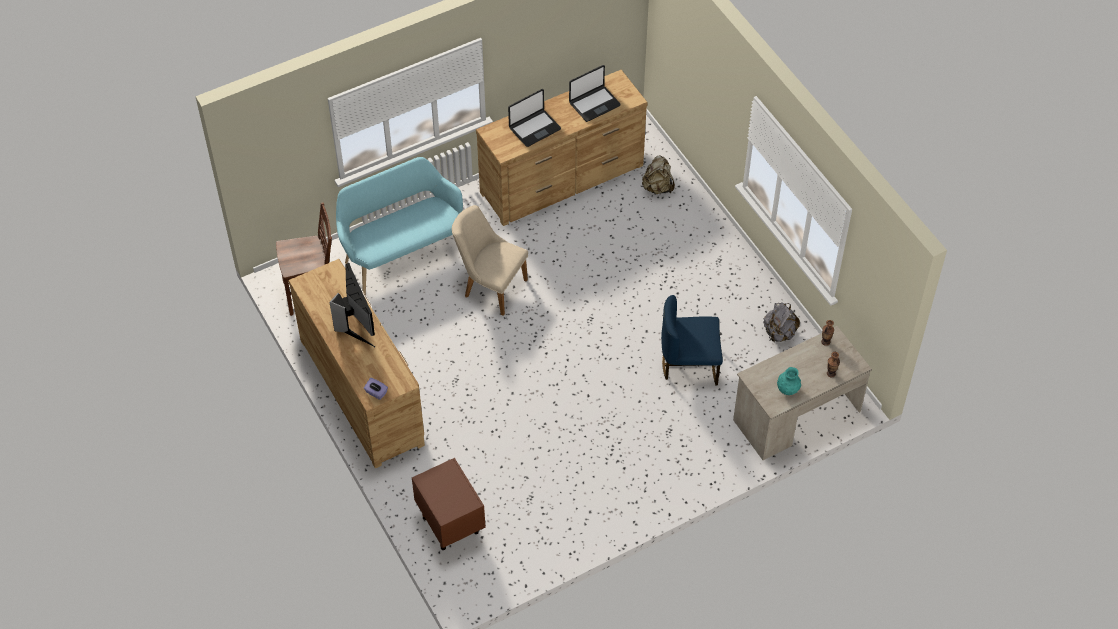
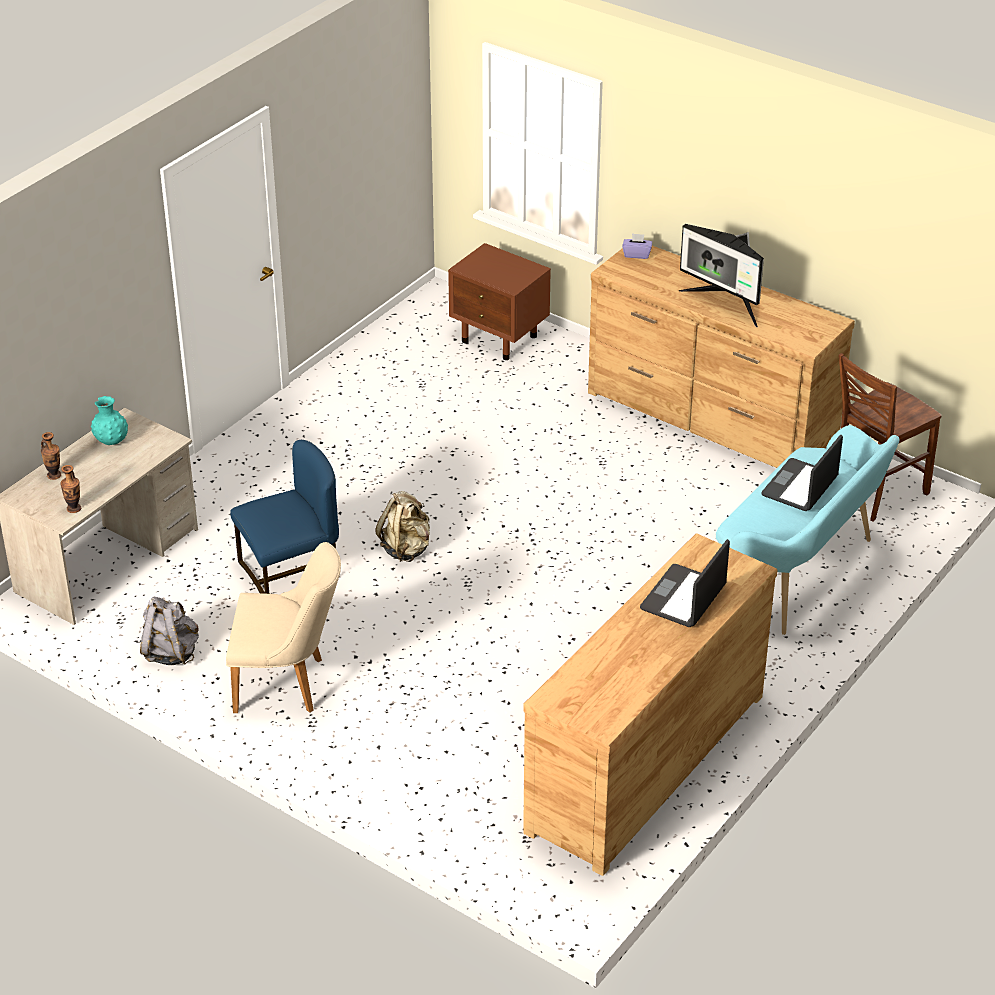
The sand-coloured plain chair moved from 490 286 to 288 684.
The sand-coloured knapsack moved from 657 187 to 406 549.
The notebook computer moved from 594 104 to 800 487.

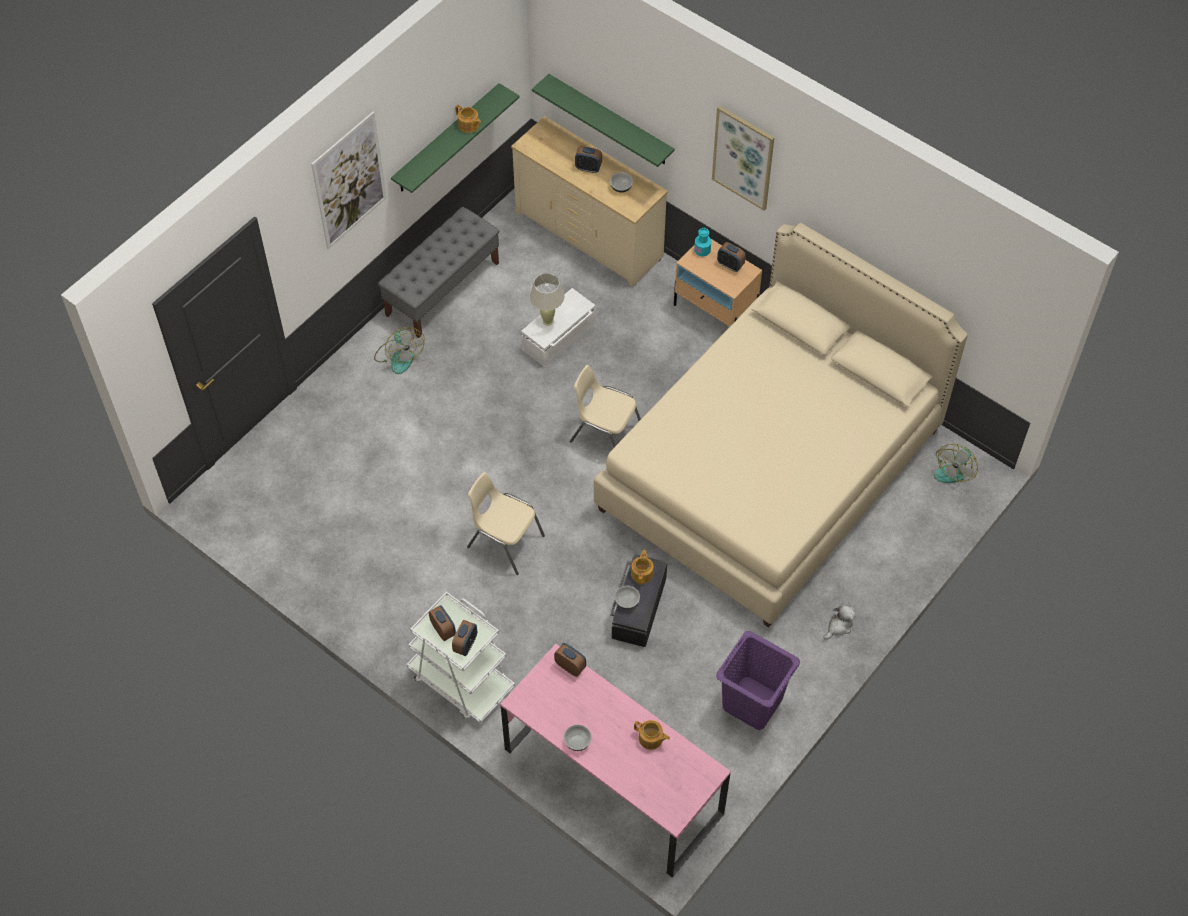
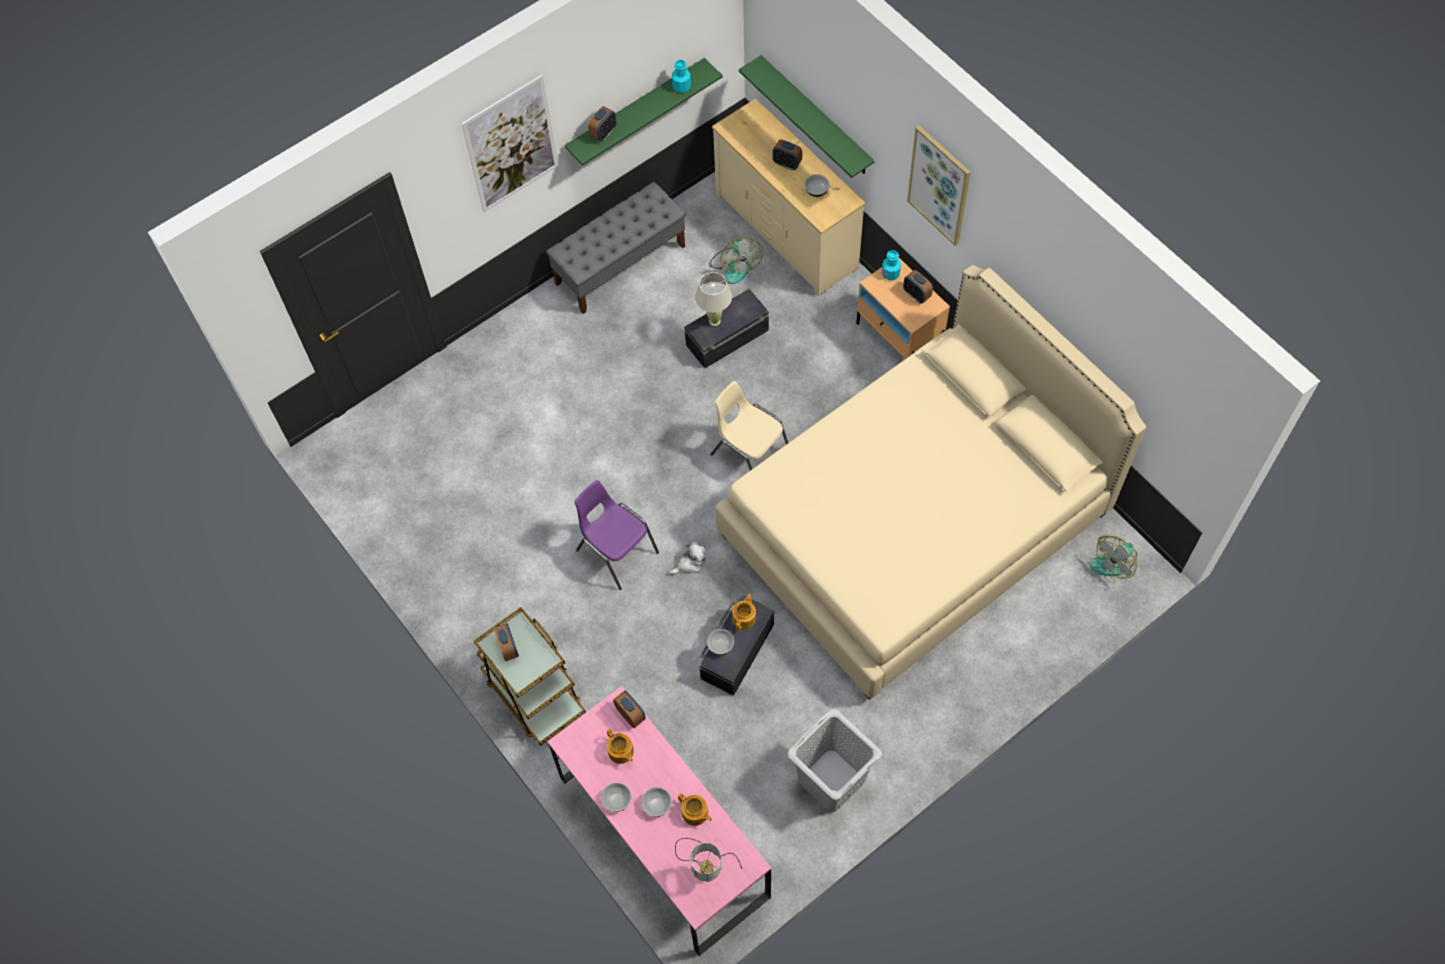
The white wheeled cart at 461 681 became the brown-coloured wheeled cart at 534 694.
The sand-coloured plain chair at 504 541 became the purple-coloured plain chair at 616 551.
The bedside clock moved from 465 645 to 603 133.
The tea pot moved from 468 125 to 620 752.
The deep dish at 657 805 appeared.
The cuddly toy moved from 839 626 to 690 563.
The blue-green drink bottle at 681 86 appeared.
The tabletop lamp at 706 866 appeared.
The white storage container at 559 337 became the black storage container at 728 338.
The electric fan moved from 399 356 to 735 265.
The purple-coloured laundry basket at 752 703 became the greyish laundry basket at 831 780.

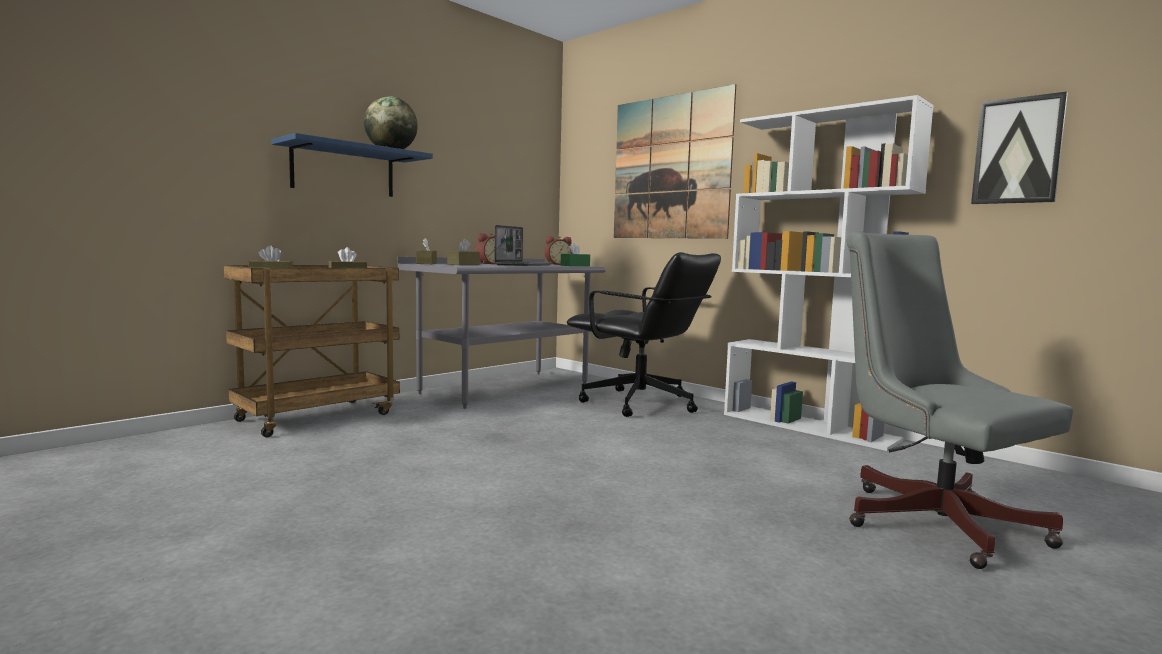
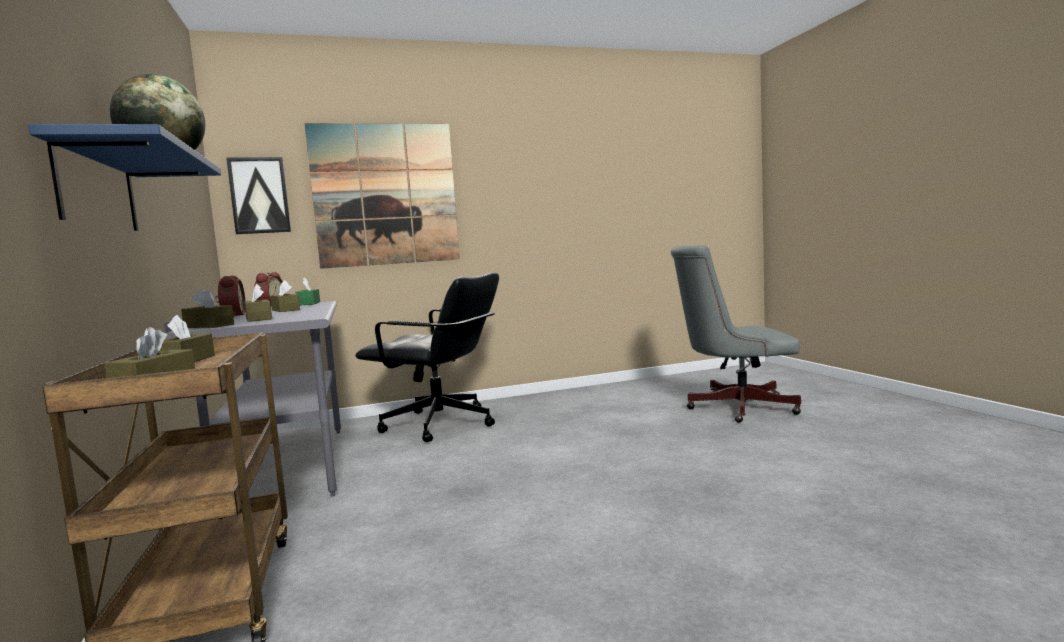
The wall picture moved from 1017 151 to 259 195.
The notebook computer at 524 265 was replaced by the brown-coloured tissue box at 285 310.
The black computer chair at 641 404 turned 45 degrees clockwise.
The white shelving unit at 809 427 disappeared.

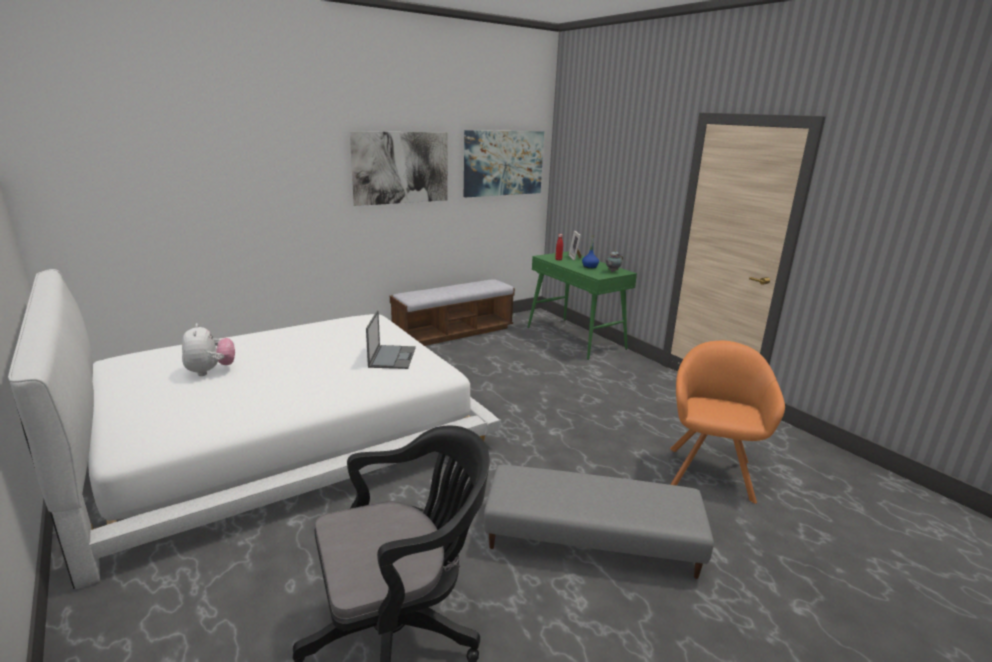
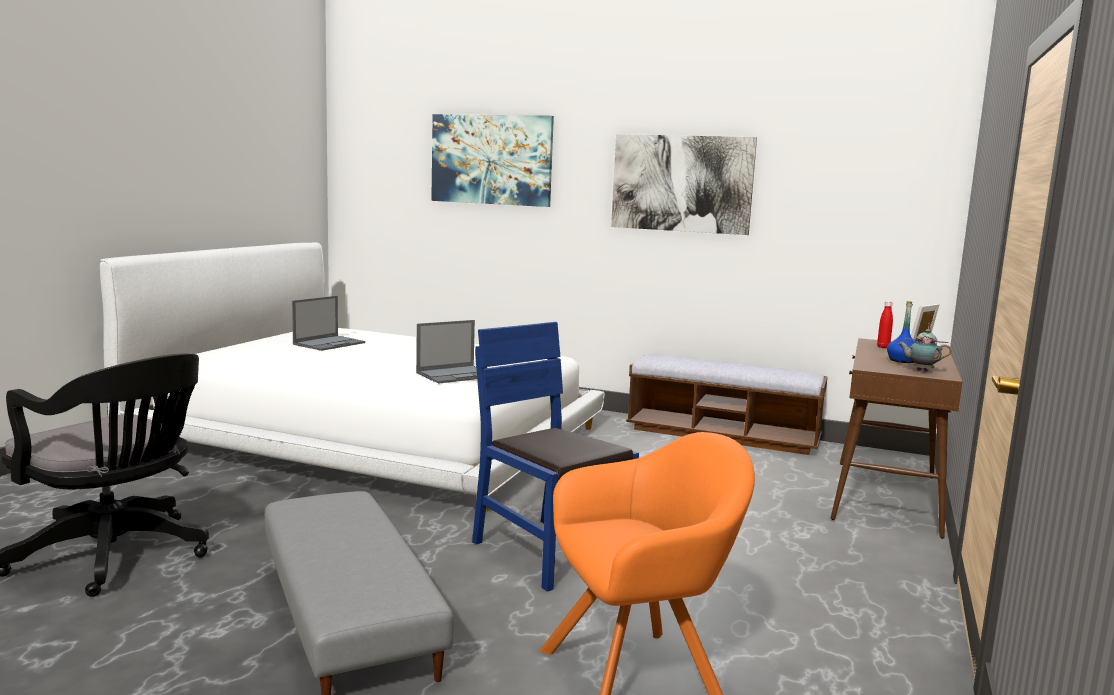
The cuddly toy at 210 371 was replaced by the notebook computer at 329 343.
The wall picture moved from 503 163 to 491 160.
The blue-coloured plain chair at 549 552 appeared.
The green-coloured narrow table at 576 338 became the brown-coloured narrow table at 886 497.

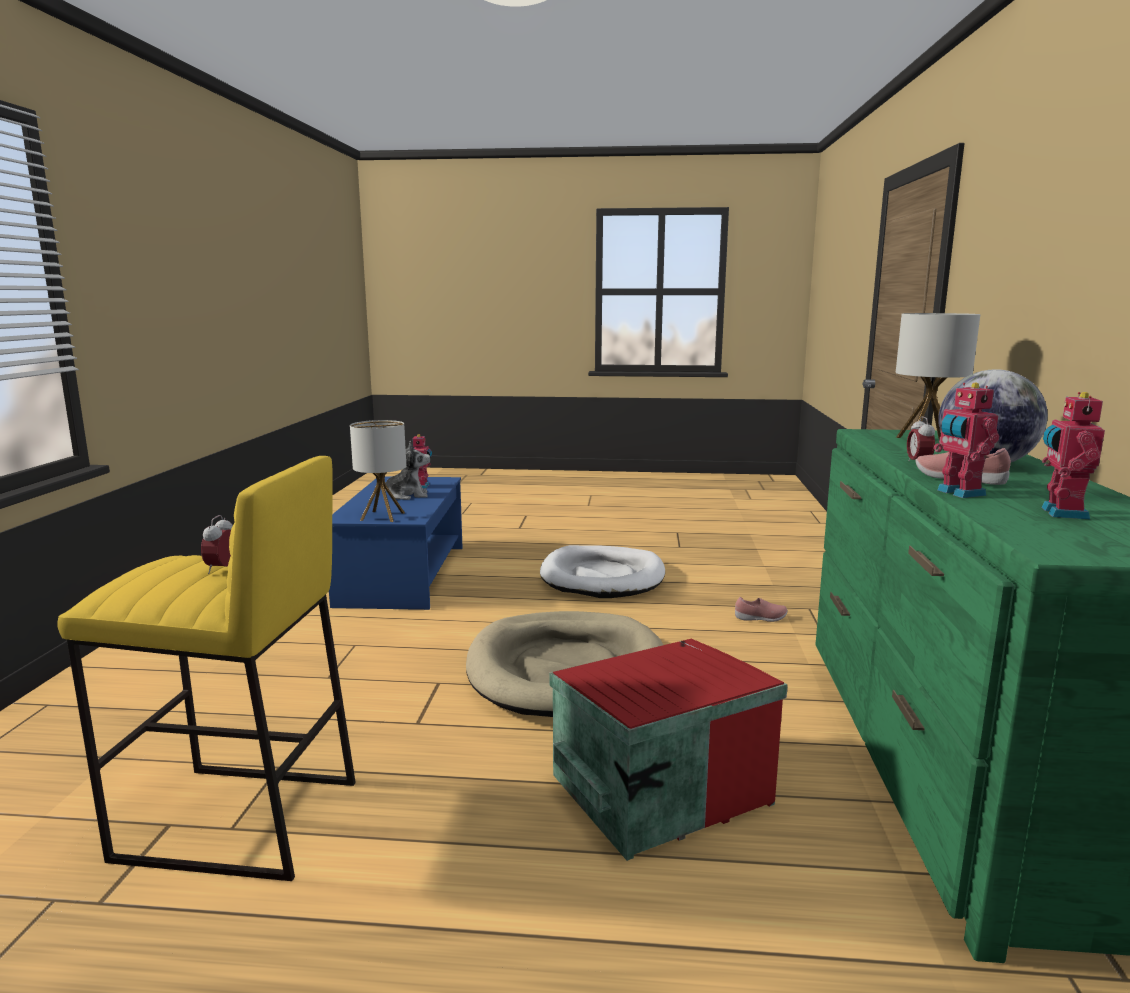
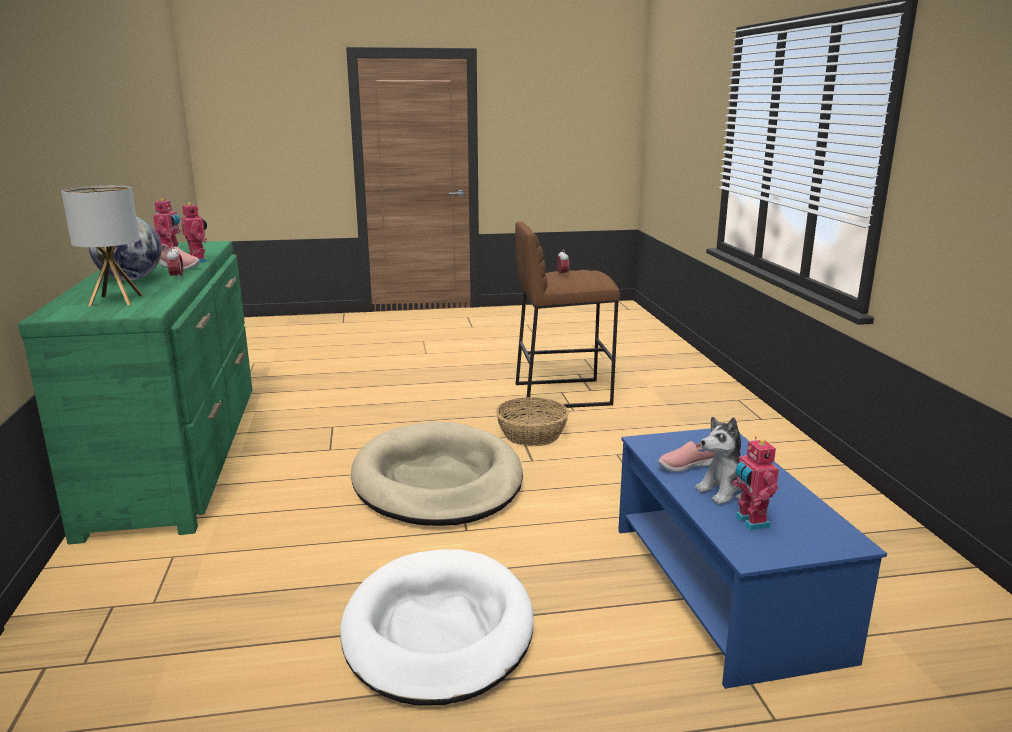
The basket at 532 435 appeared.
The yellowish stool seat at 237 821 became the brown-coloured stool seat at 562 394.
The pink-coloured low shoe moved from 760 618 to 687 467.
The tabletop lamp at 383 516 disappeared.
The red-coloured storage container at 657 788 disappeared.

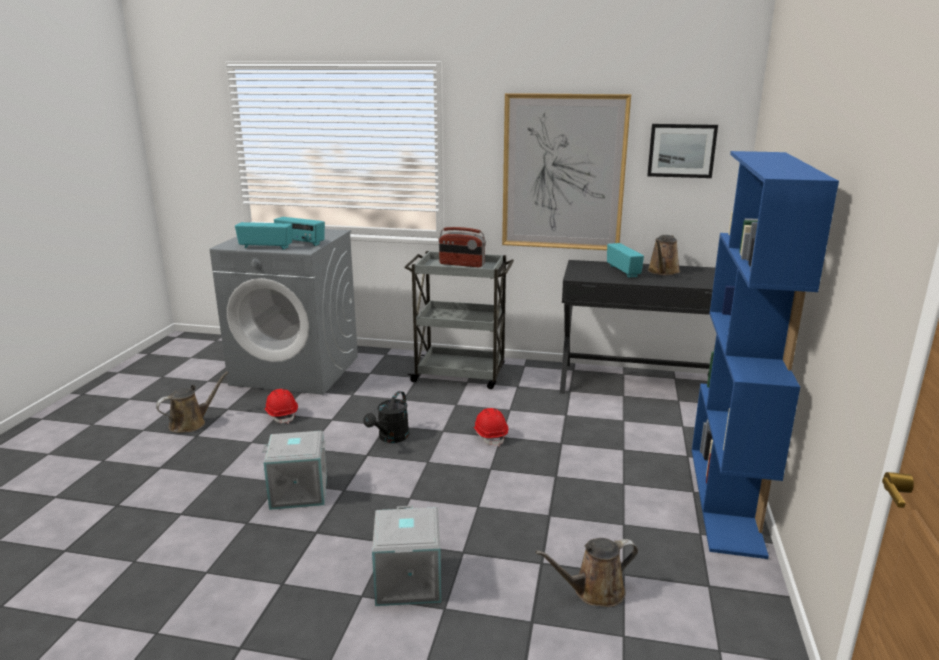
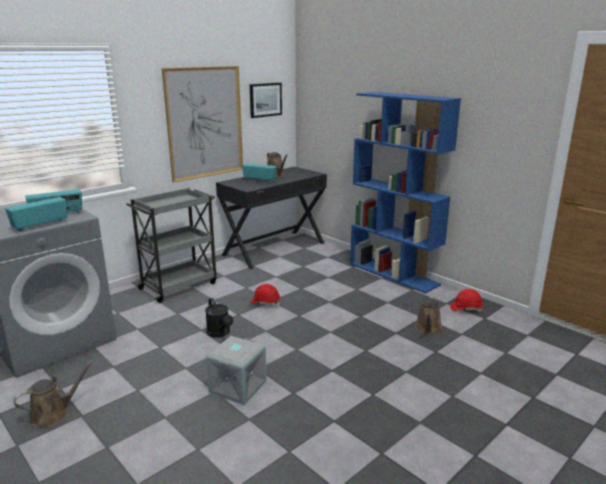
The brown-coloured sprinkling can at 191 423 turned 60 degrees clockwise.
The red-coloured safety helmet moved from 281 414 to 466 308.
The greyish storage container at 410 581 disappeared.
The radio set at 461 264 disappeared.

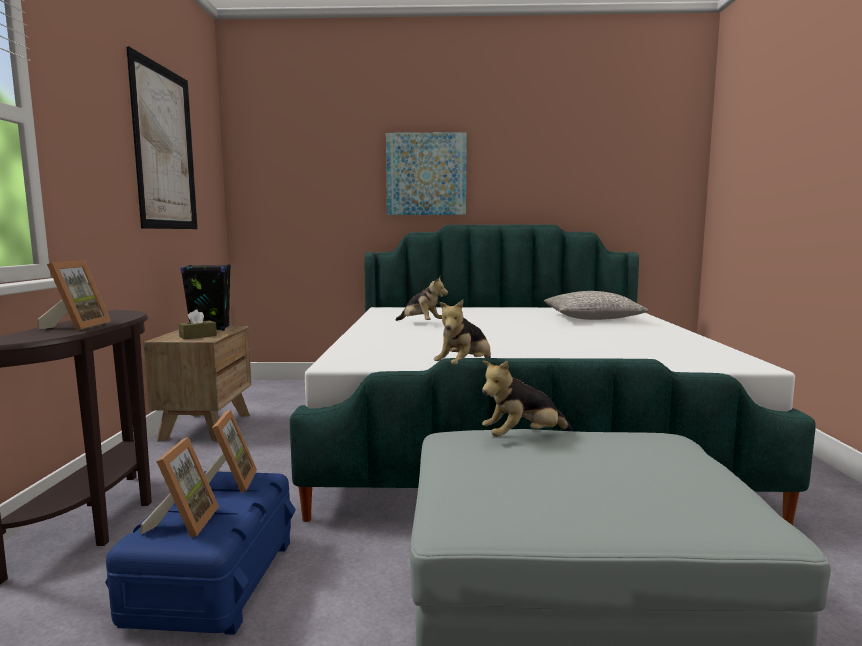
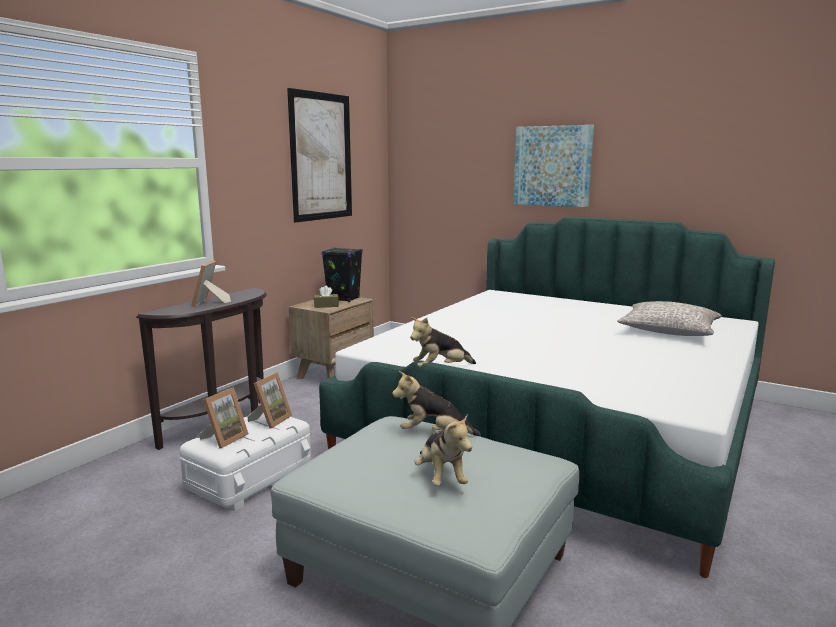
The blue-coloured storage container at 213 580 became the white storage container at 249 479.
The photo frame at 77 326 turned 150 degrees clockwise.
The cuddly toy moved from 421 323 to 441 477.

